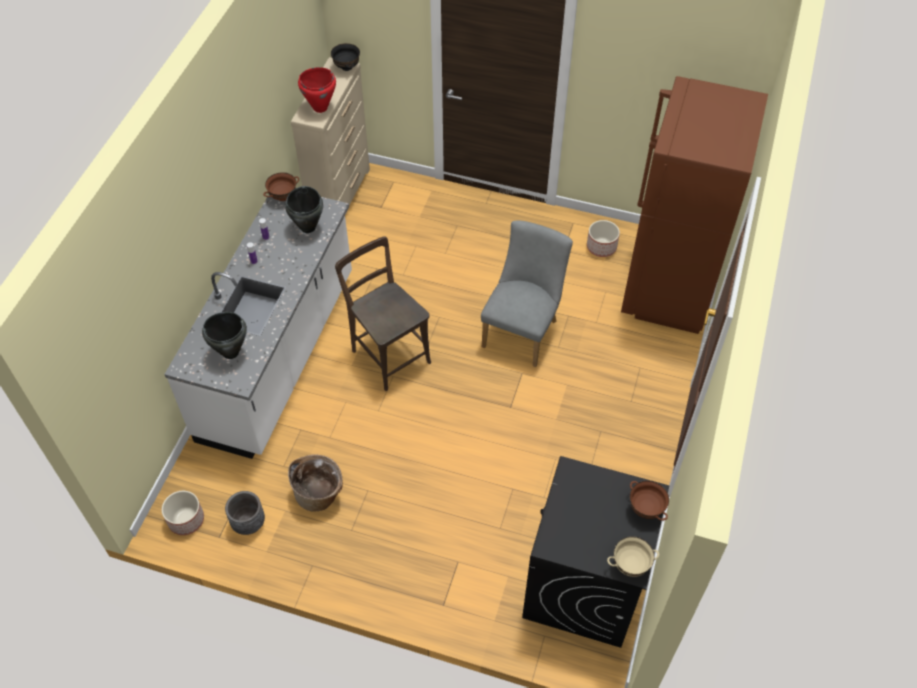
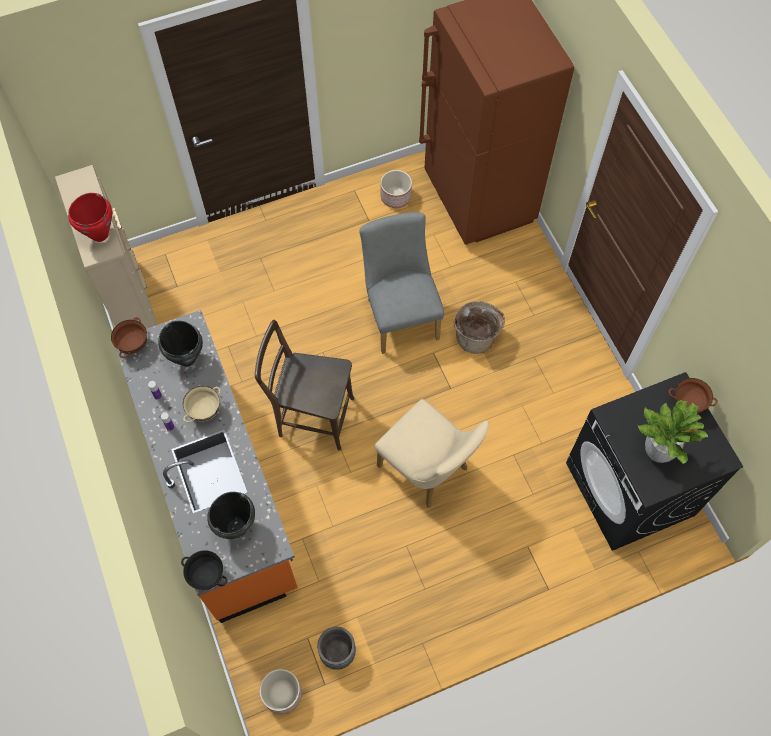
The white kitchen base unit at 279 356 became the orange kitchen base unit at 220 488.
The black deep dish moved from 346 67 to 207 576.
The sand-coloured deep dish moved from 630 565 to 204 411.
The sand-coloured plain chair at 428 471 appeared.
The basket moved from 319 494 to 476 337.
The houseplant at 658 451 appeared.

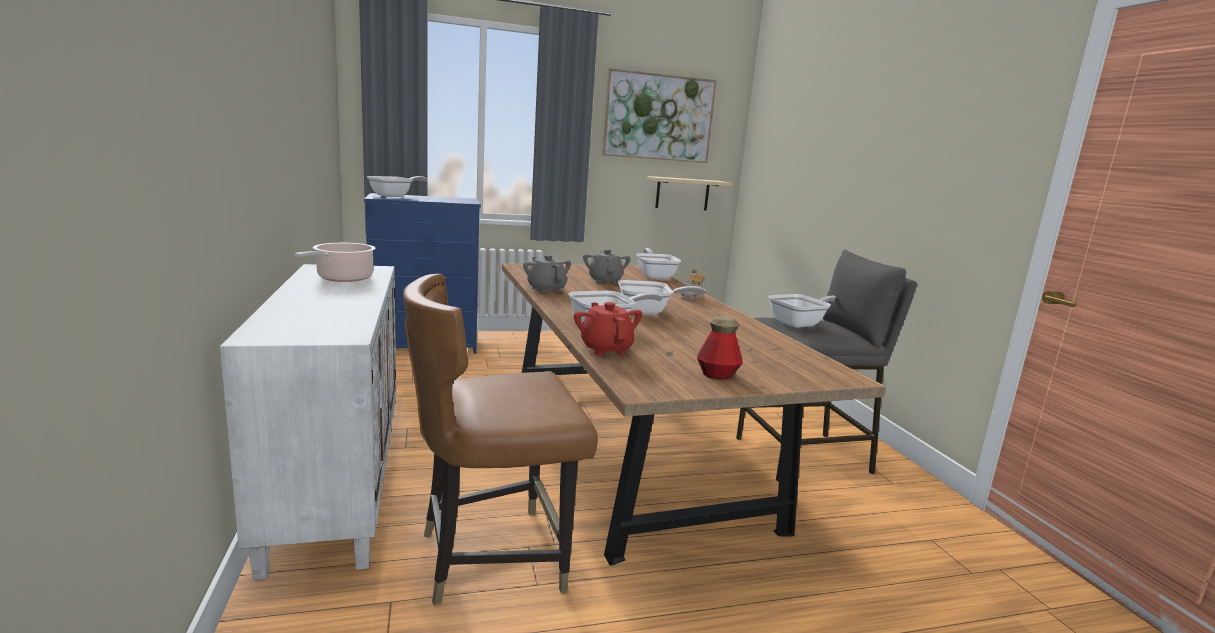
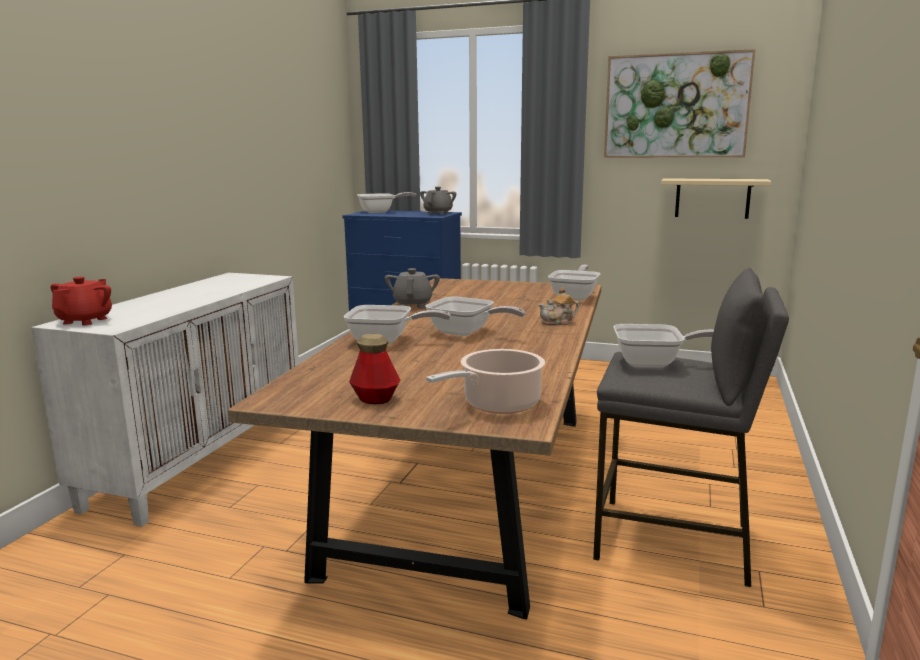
The red-coloured tea pot moved from 606 349 to 85 320.
The greyish tea pot moved from 605 281 to 438 213.
The cooking pot moved from 342 278 to 497 405.
The brown-coloured plain chair at 492 556 disappeared.

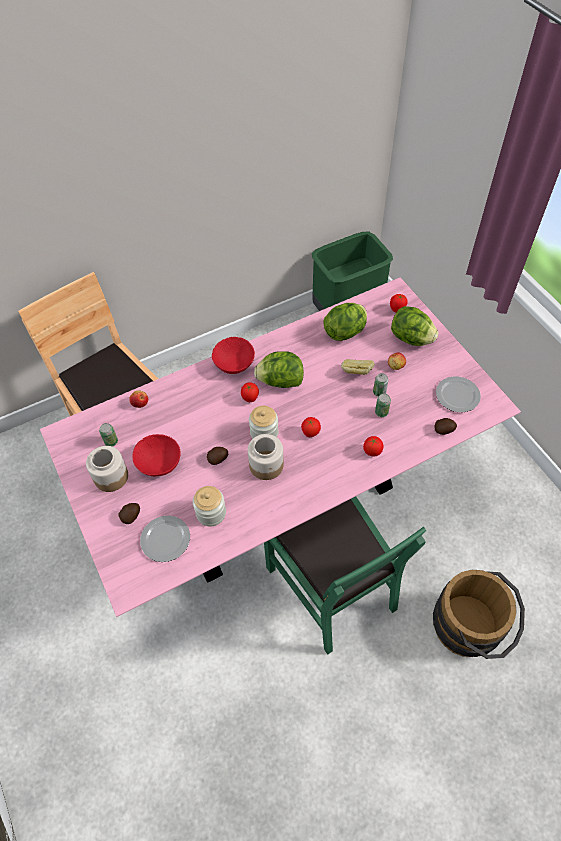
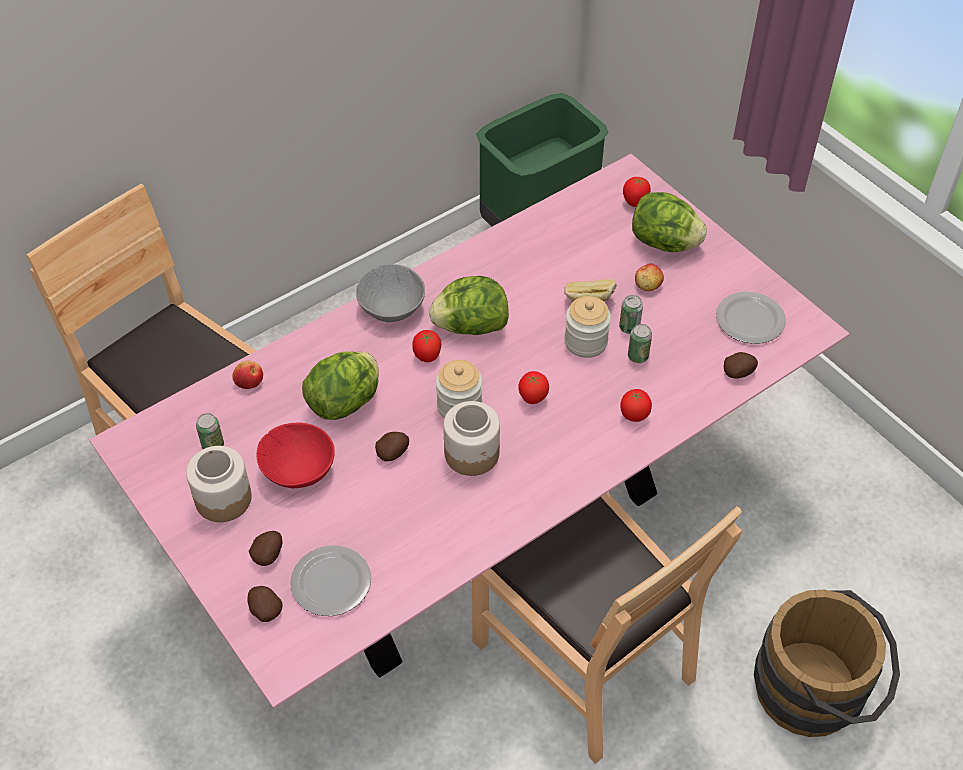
The spud at 265 609 appeared.
The lettuce moved from 345 332 to 345 402.
The red-coloured deep dish at 235 363 became the greyish deep dish at 392 306.
The green-coloured plain chair at 332 586 became the brown-coloured plain chair at 584 657.
The storage jar moved from 211 513 to 585 342.

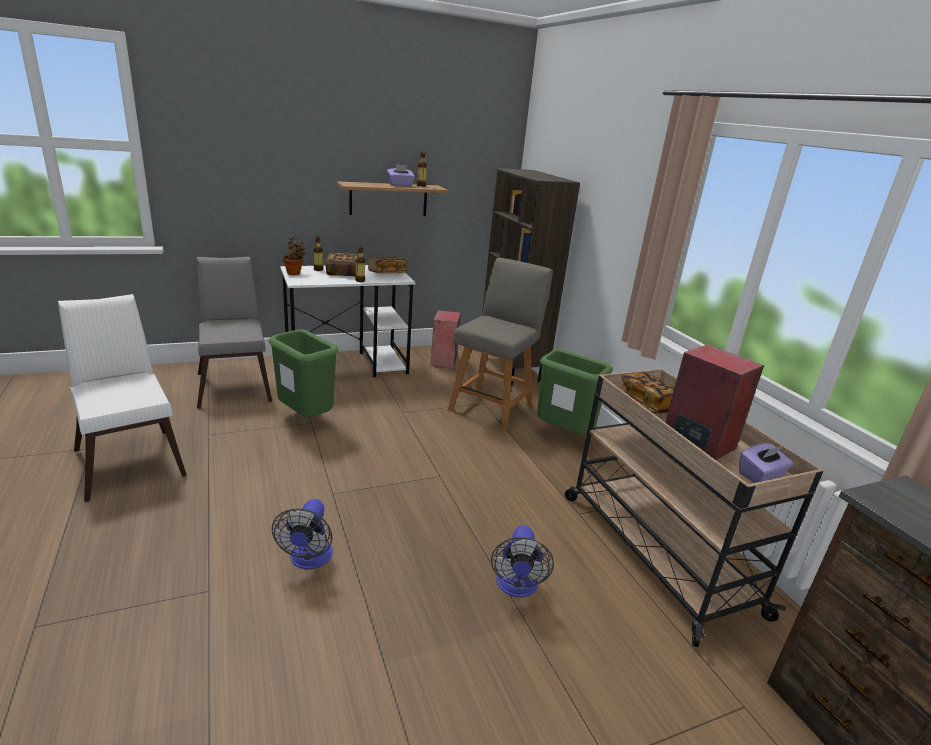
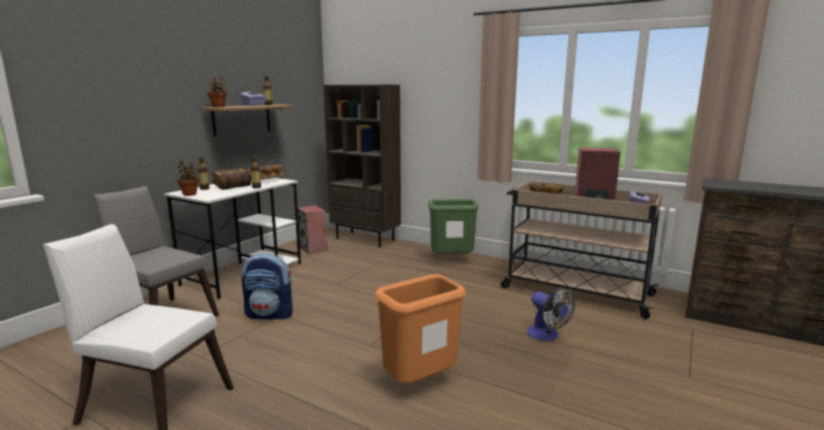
The houseplant at 218 107 appeared.
The green-coloured trash can at 306 418 was replaced by the knapsack at 270 314.
The electric fan at 309 559 was replaced by the orange trash can at 420 383.
The greyish plain chair at 492 406 disappeared.

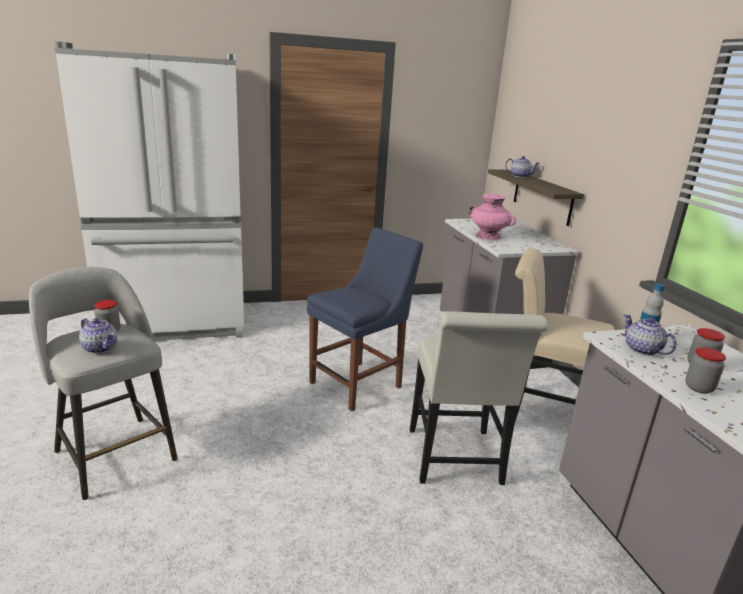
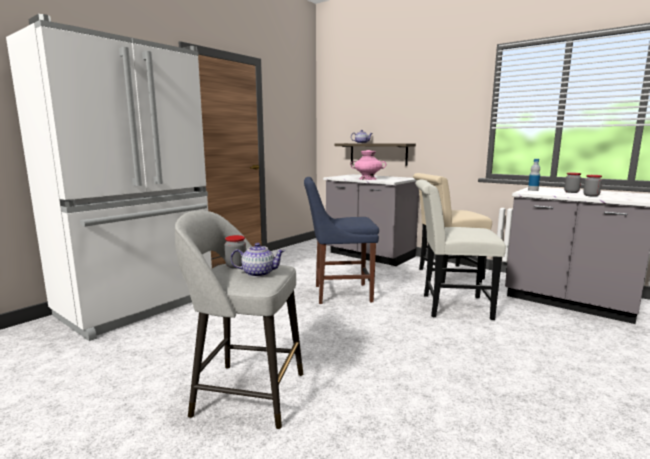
The blue-coloured plain chair at 359 383 turned 105 degrees counterclockwise.
The white plain chair at 456 461 turned 135 degrees clockwise.
The tea pot at 642 350 disappeared.

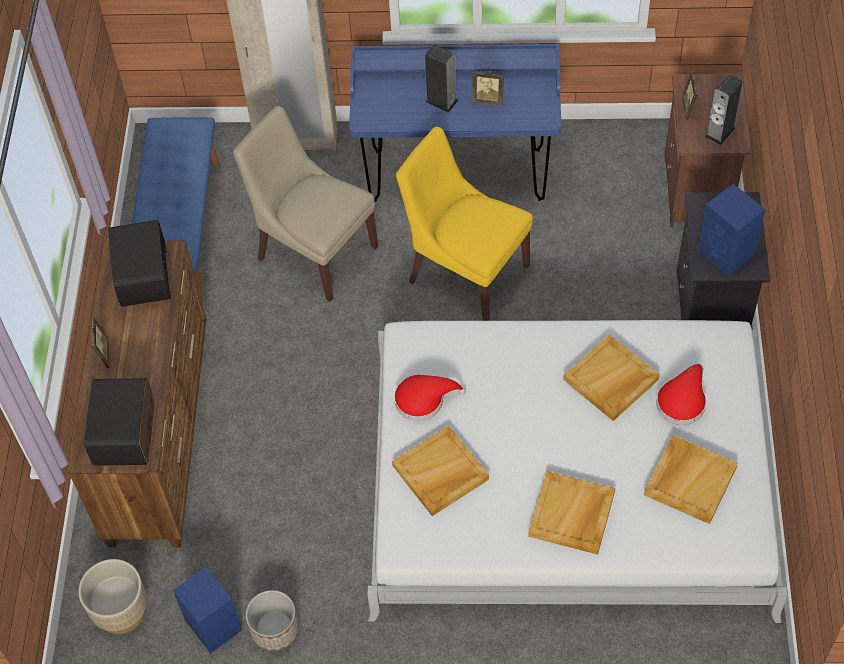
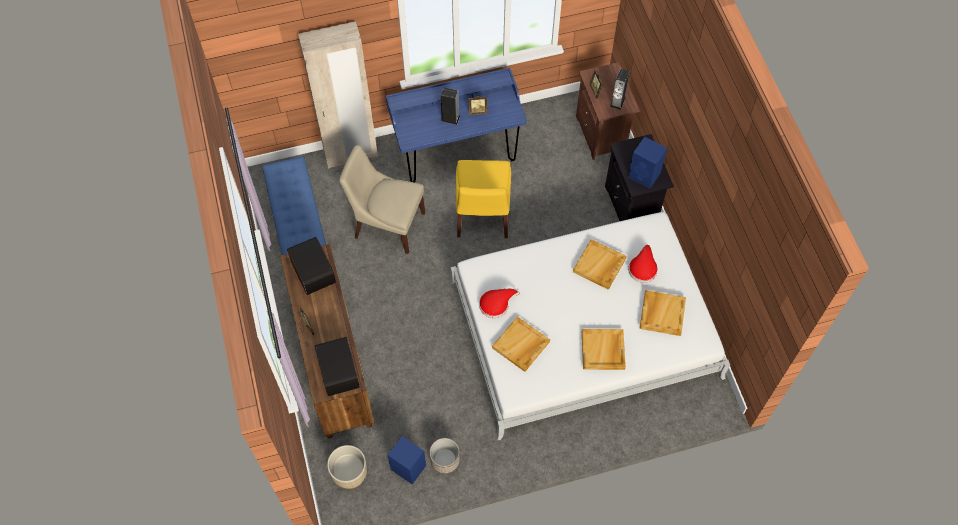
The yellowish plain chair at 465 271 turned 105 degrees counterclockwise.

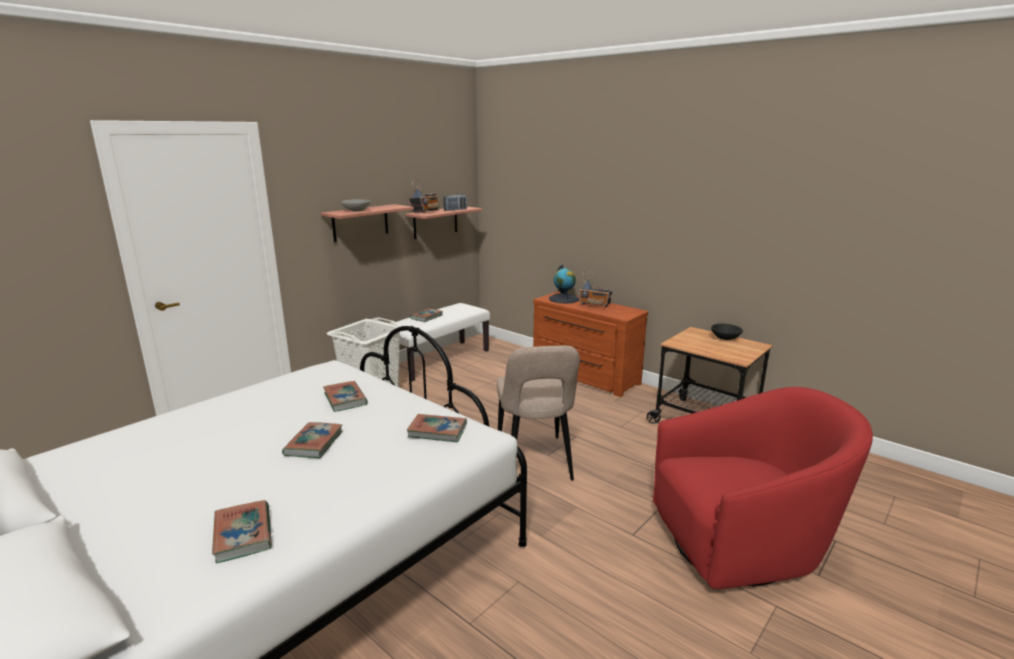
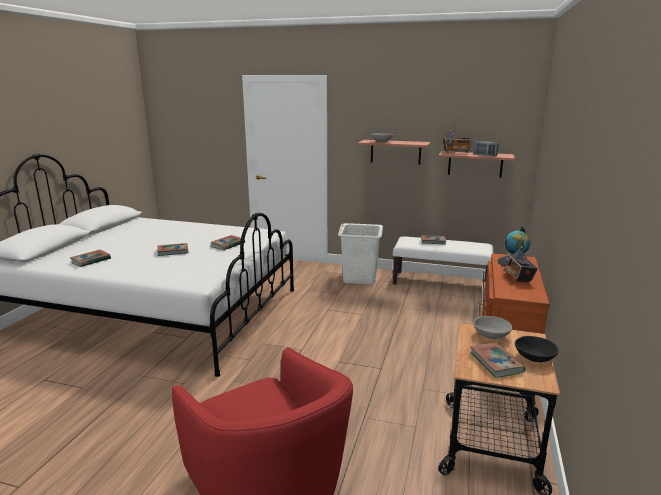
The volume moved from 437 431 to 496 362.
The greyish deep dish at 491 335 appeared.
The sand-coloured plain chair at 534 463 disappeared.

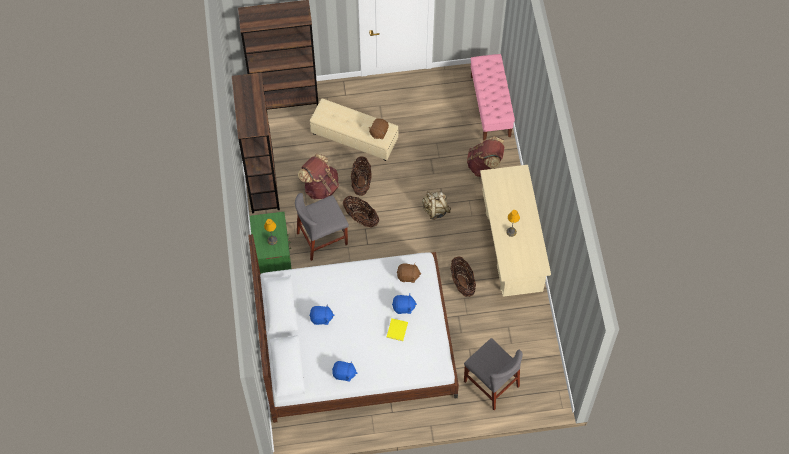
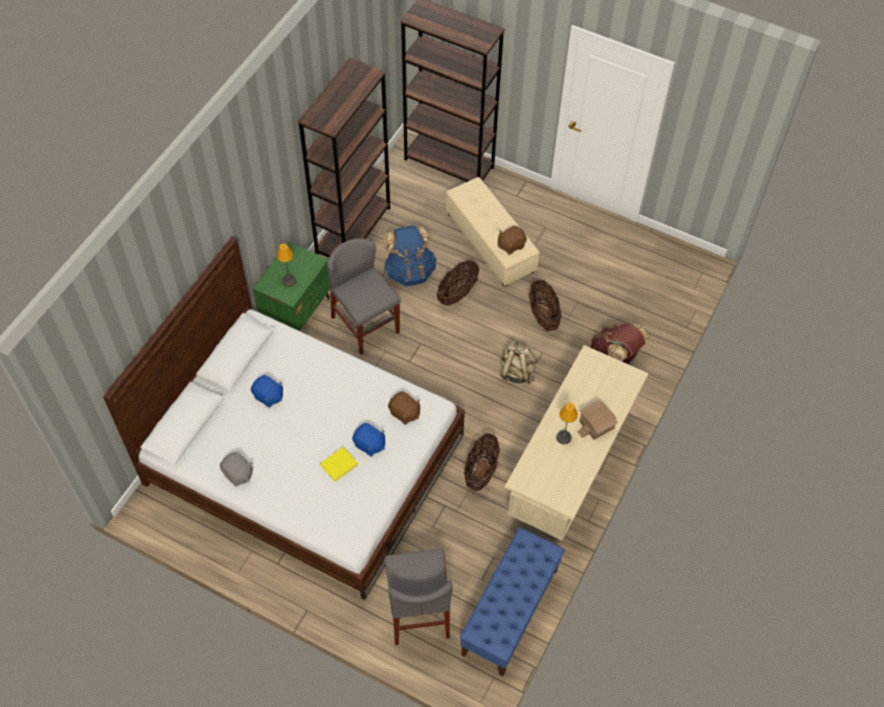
The blue-coloured cuddly toy at 344 374 became the greyish cuddly toy at 238 474.
The greyish plain chair at 322 238 turned 45 degrees clockwise.
The brown-coloured knapsack at 320 187 became the blue-coloured knapsack at 410 271.
The blue-coloured bench at 510 612 appeared.
The basket moved from 361 218 to 543 315.
The miniature house at 597 425 appeared.
The pink-coloured bench at 490 106 disappeared.

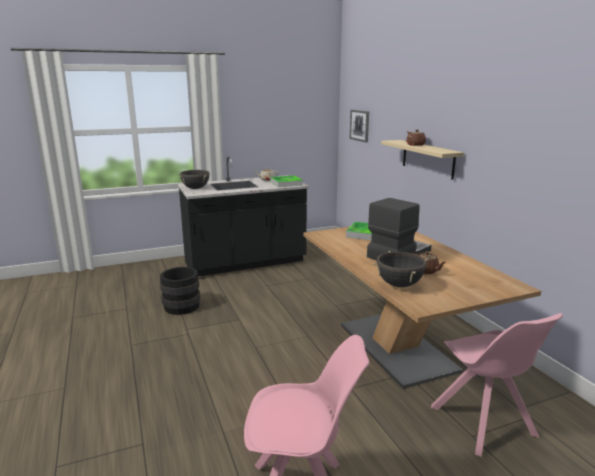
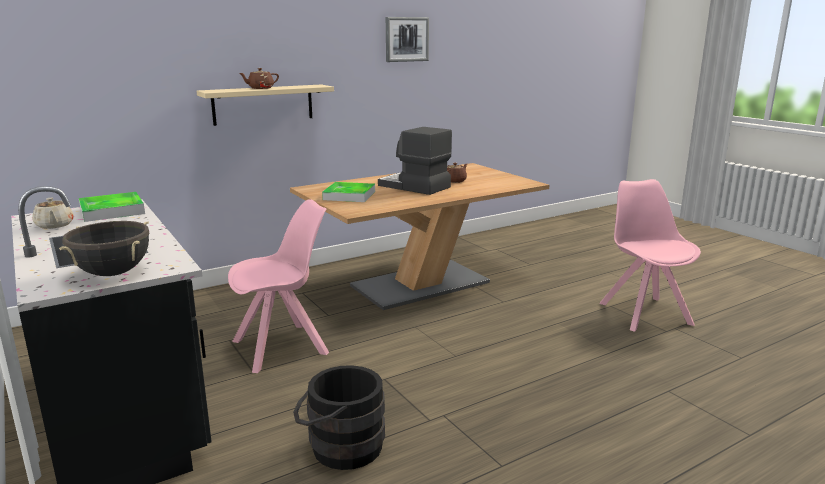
The pink-coloured plain chair moved from 484 423 to 283 347.
The wall picture moved from 360 125 to 406 39.
The black cooking pot at 399 285 disappeared.

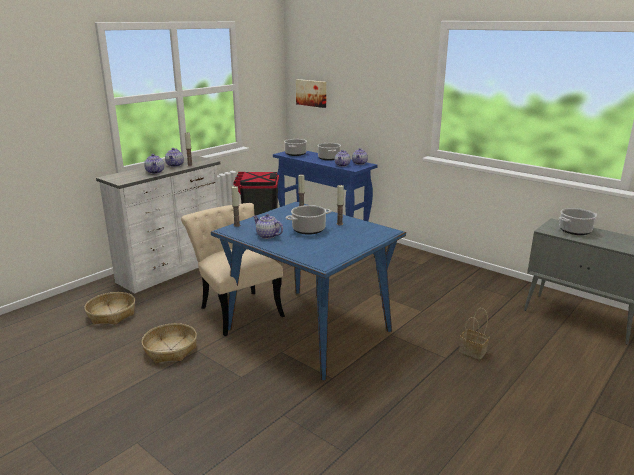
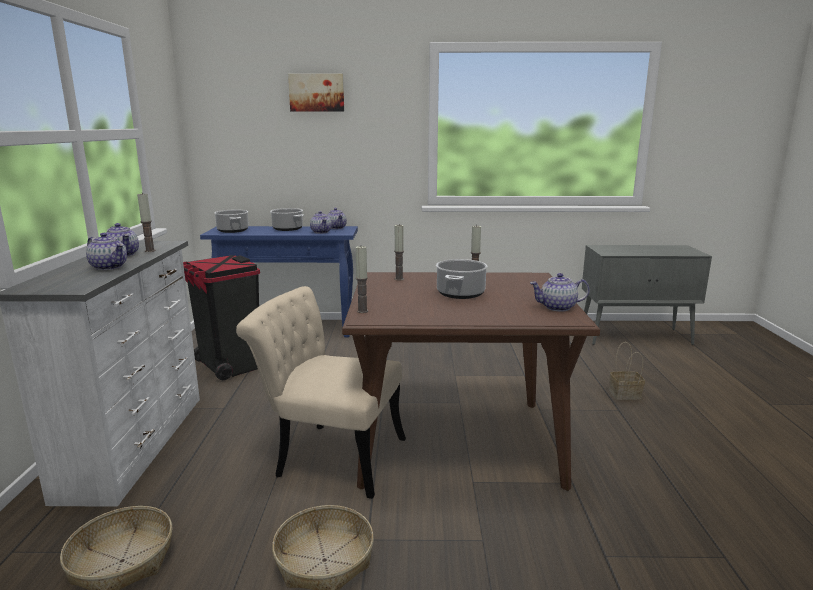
The wall picture moved from 312 93 to 317 93.
The blue-coloured dining table at 309 330 became the brown-coloured dining table at 458 441.
The tea pot moved from 267 236 to 557 307.
The cooking pot at 575 231 disappeared.

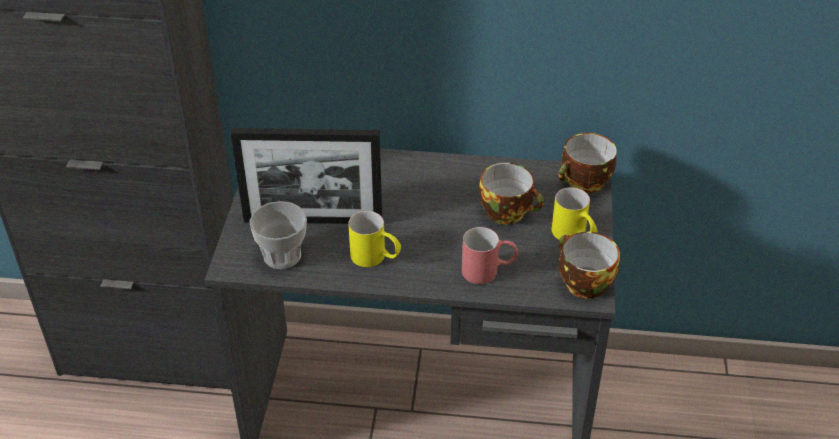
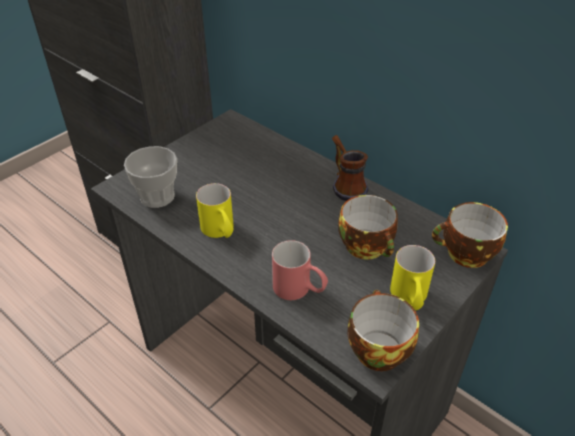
The mug at 345 185 appeared.
The photo frame at 313 220 disappeared.

